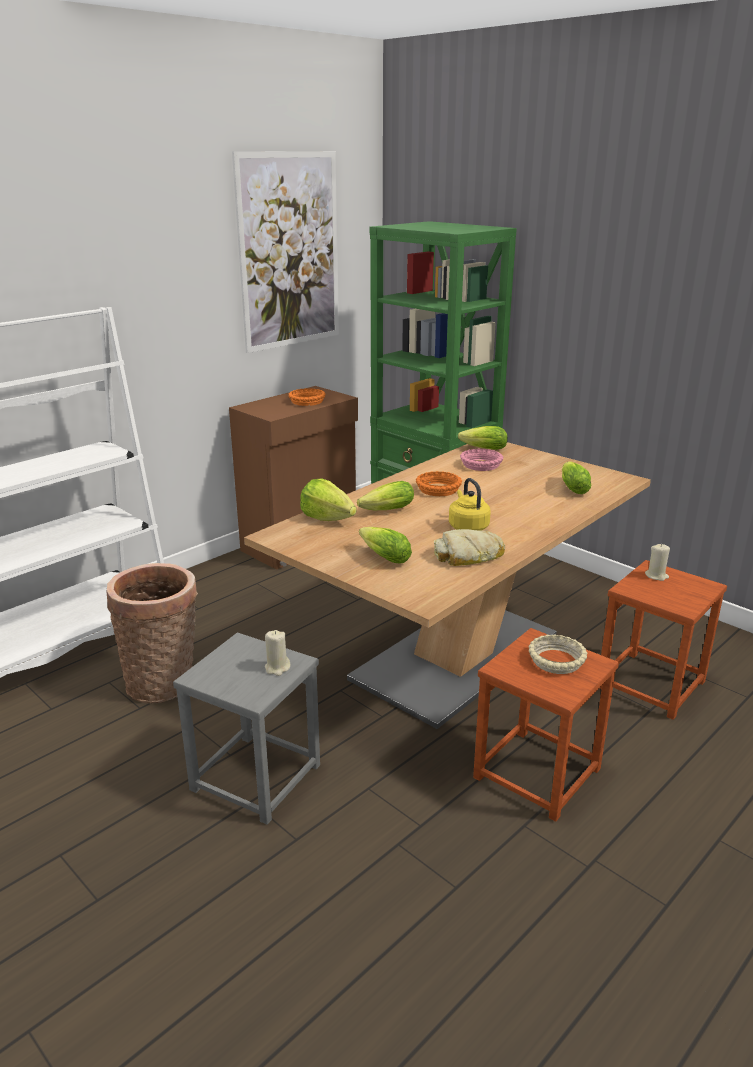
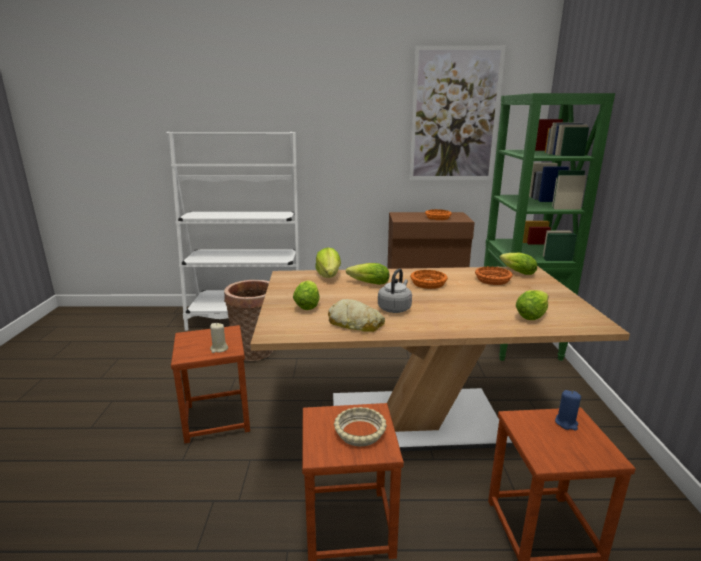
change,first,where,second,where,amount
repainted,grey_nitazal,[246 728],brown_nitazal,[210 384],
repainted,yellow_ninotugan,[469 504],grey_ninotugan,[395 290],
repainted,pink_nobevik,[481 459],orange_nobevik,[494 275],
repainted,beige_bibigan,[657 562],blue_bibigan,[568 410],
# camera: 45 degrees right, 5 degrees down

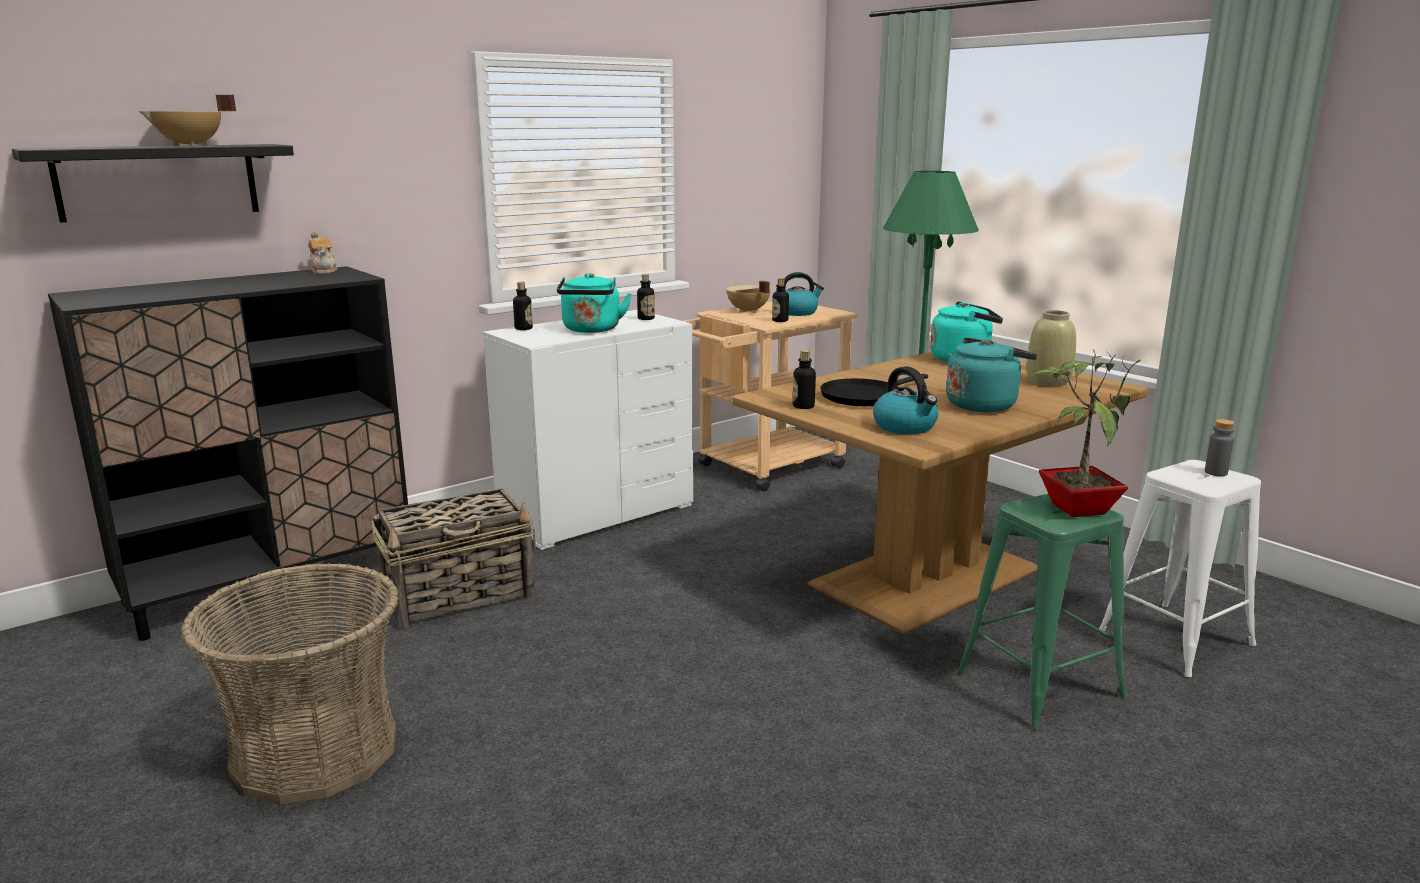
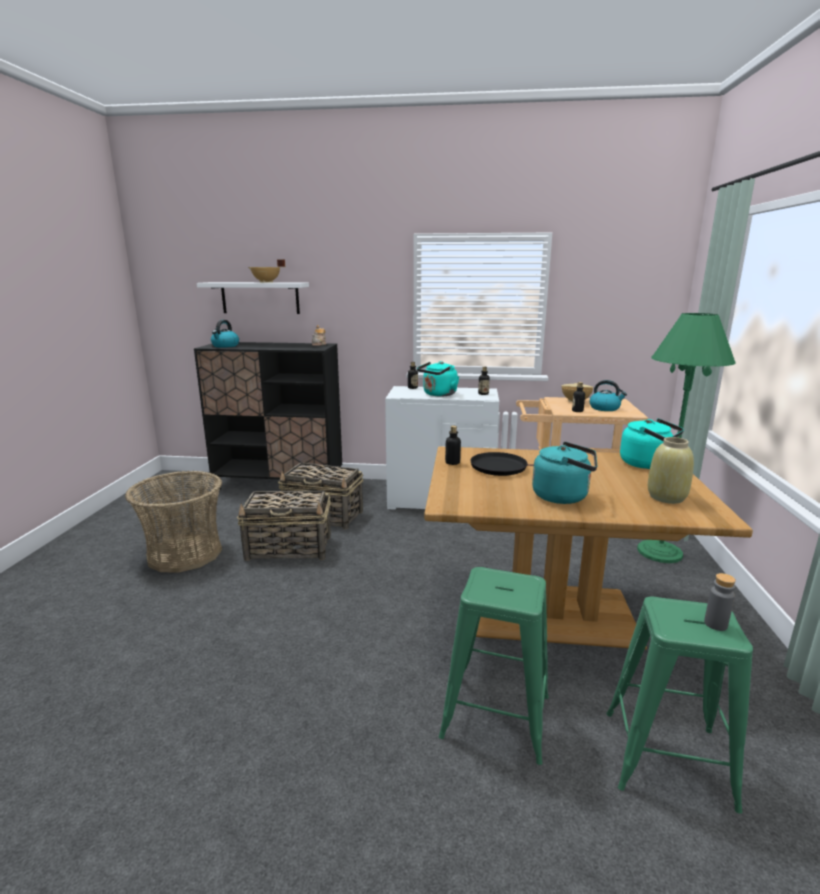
change,first,where,second,where,amount
gone,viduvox,[1085 433],,,
new,,,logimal,[284 526],
shifted,ninotugan,[905 400],,[225 334],
repainted,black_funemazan,[153 183],white_funemazan,[253 298],
repainted,white_nitazal,[1180 568],green_nitazal,[679 705],
# camera: 45 degrees right, 0 degrees up

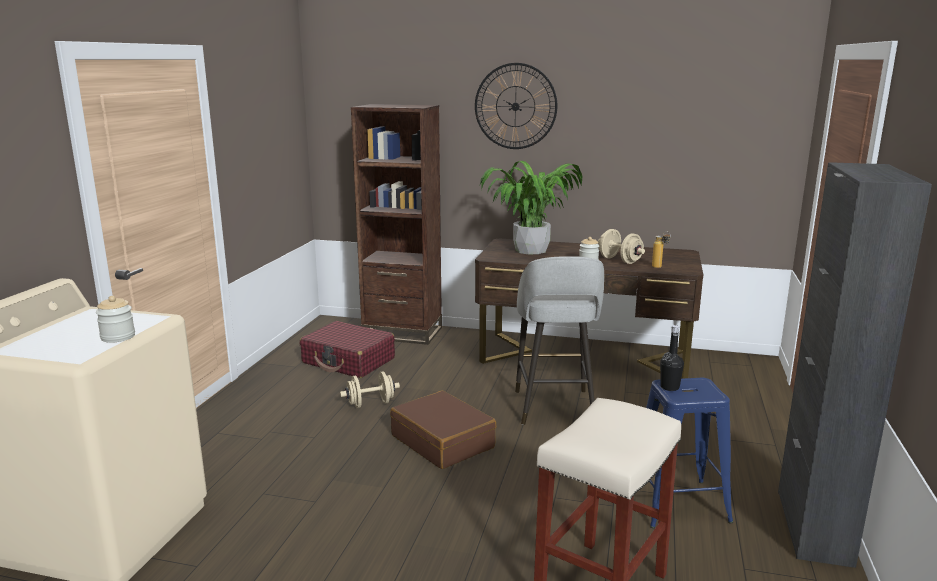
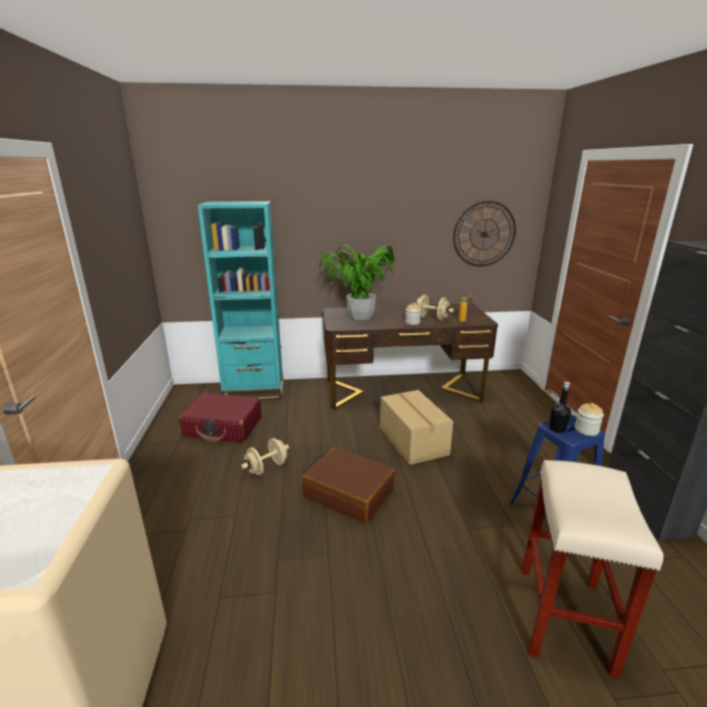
change,first,where,second,where,amount
shifted,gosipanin,[115 319],,[589 419],
shifted,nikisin,[516 106],,[484 234],
swapped,grey_nitazal,[559 340],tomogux,[416 427],
repainted,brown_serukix,[396 224],turquoise_serukix,[240 300],
# camera: 20 degrees left, 5 degrees up

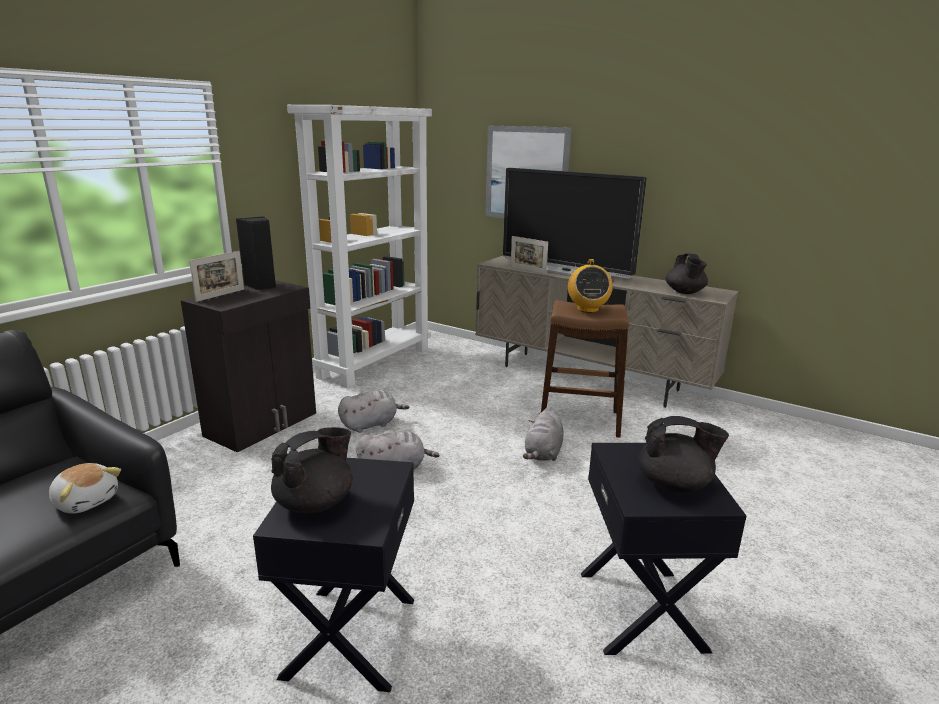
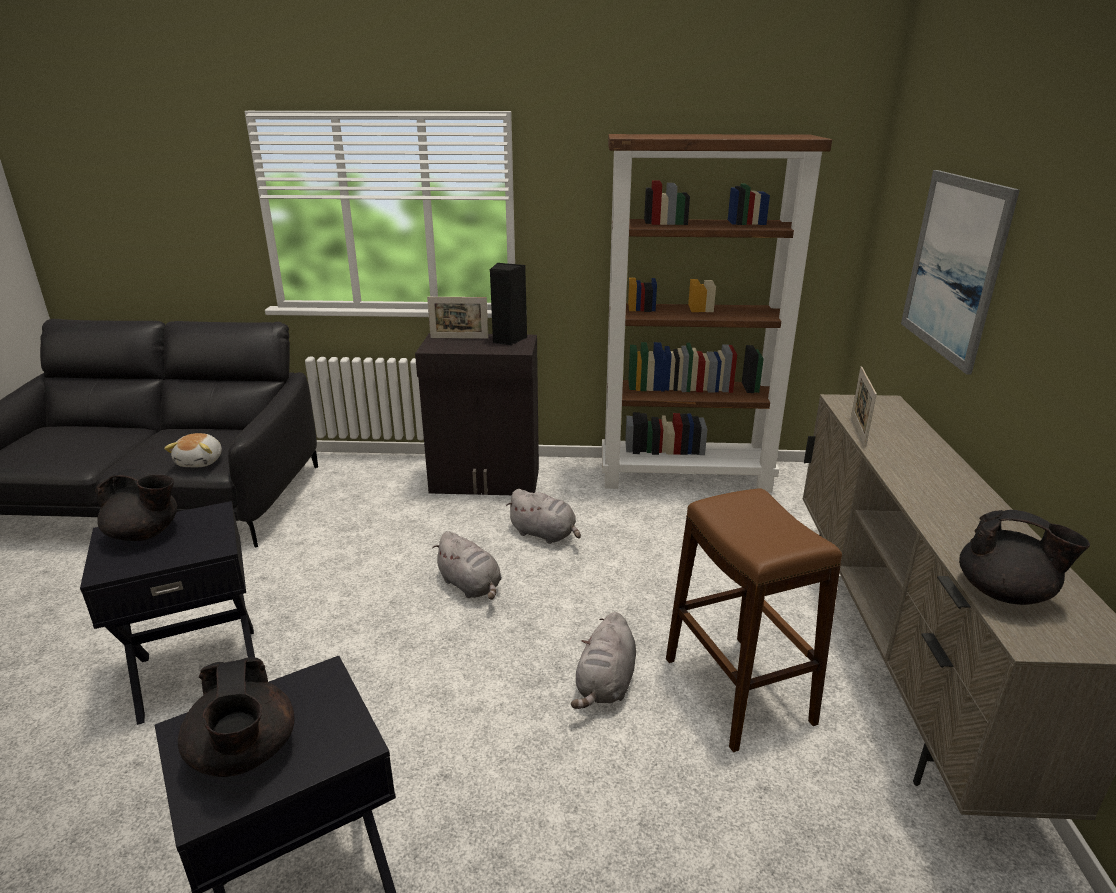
change,first,where,second,where,amount
gone,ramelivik,[575 223],,,
gone,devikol,[590 286],,,
repainted,white_serukix,[359 246],brown_serukix,[717 313],
rotated,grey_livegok,[543 433],,[603 660],60 degrees counterclockwise
rotated,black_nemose,[687 274],,[1024 557],120 degrees counterclockwise
# camera: 60 degrees right, 5 degrees up

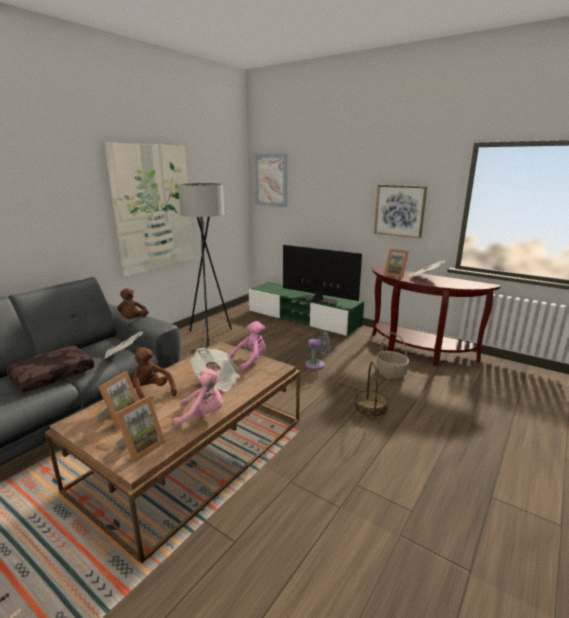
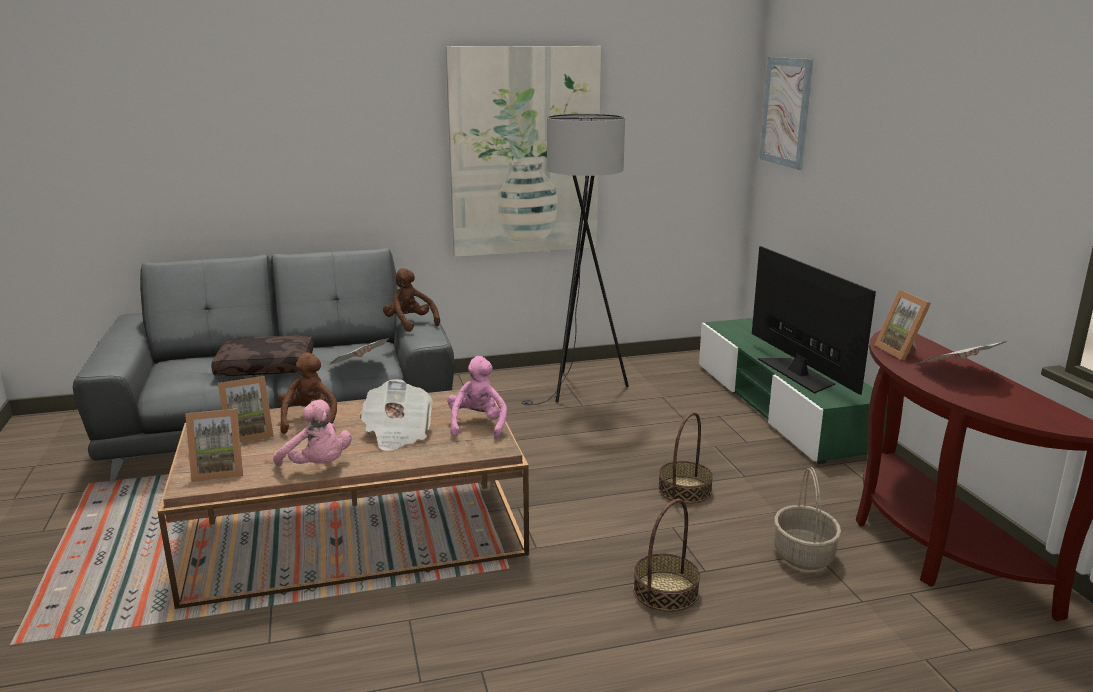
change,first,where,second,where,amount
gone,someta,[400 211],,,
swapped,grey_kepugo,[317 350],logimal,[685 458],
rotated,brown_livegok,[133 304],,[411 300],105 degrees clockwise
rotated,pink_livegok,[247 346],,[477 397],90 degrees counterclockwise
# camera: 40 degrees right, 0 degrees up

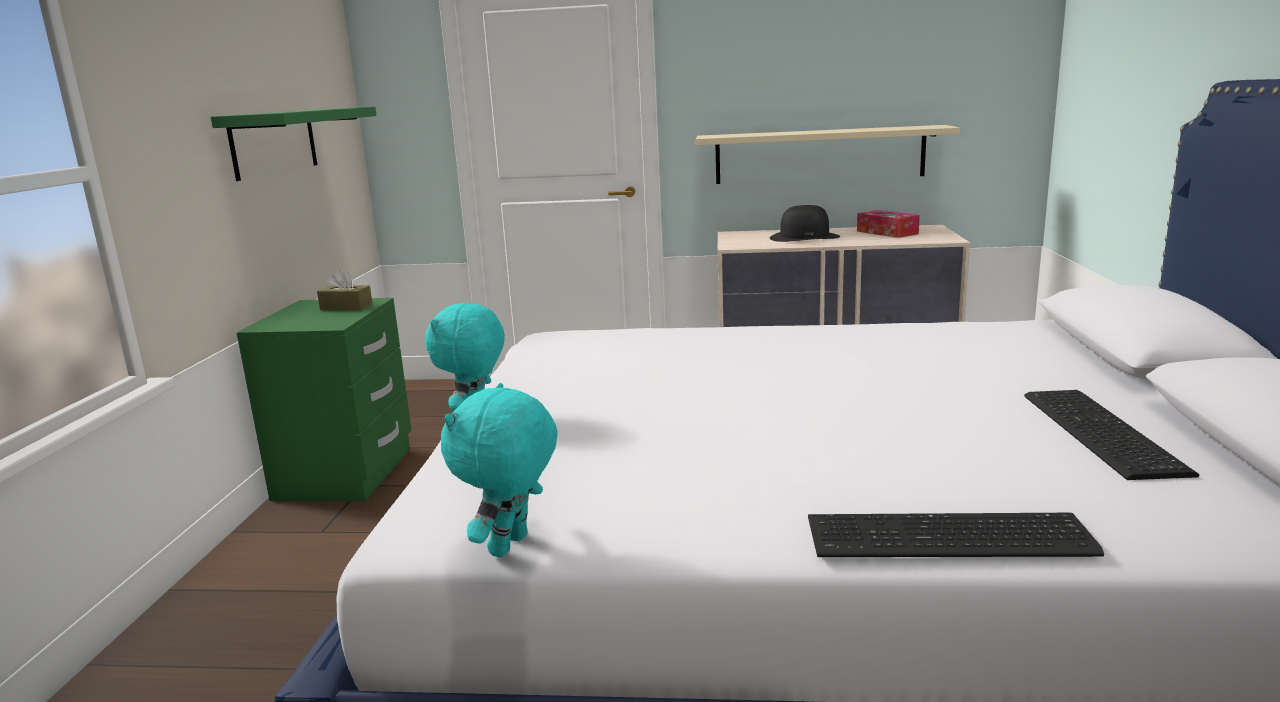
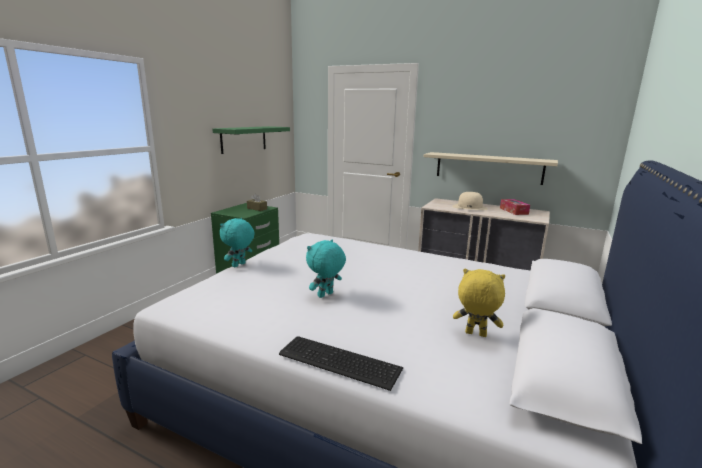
change,first,where,second,where,amount
shifted,turquoise_livegok,[499 470],,[326 269],
swapped,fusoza,[1111 435],yellow_livegok,[479 303],
repainted,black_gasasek,[805 223],beige_gasasek,[470 201],
# camera: 20 degrees right, 0 degrees up

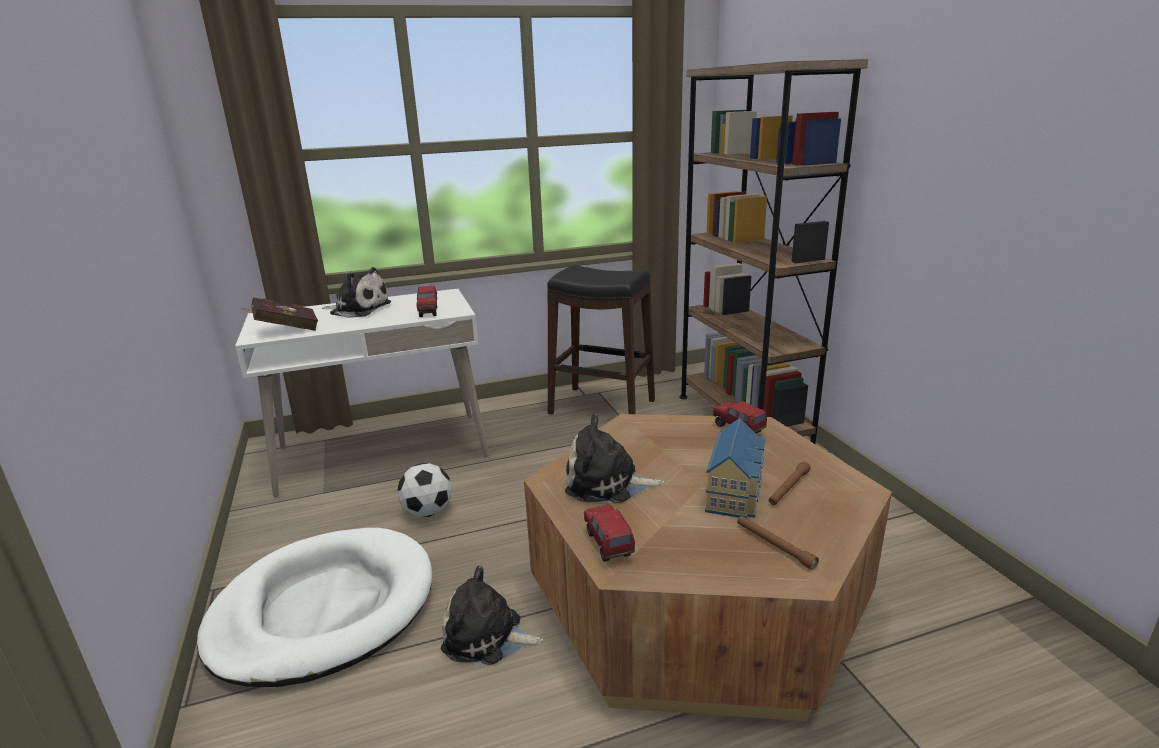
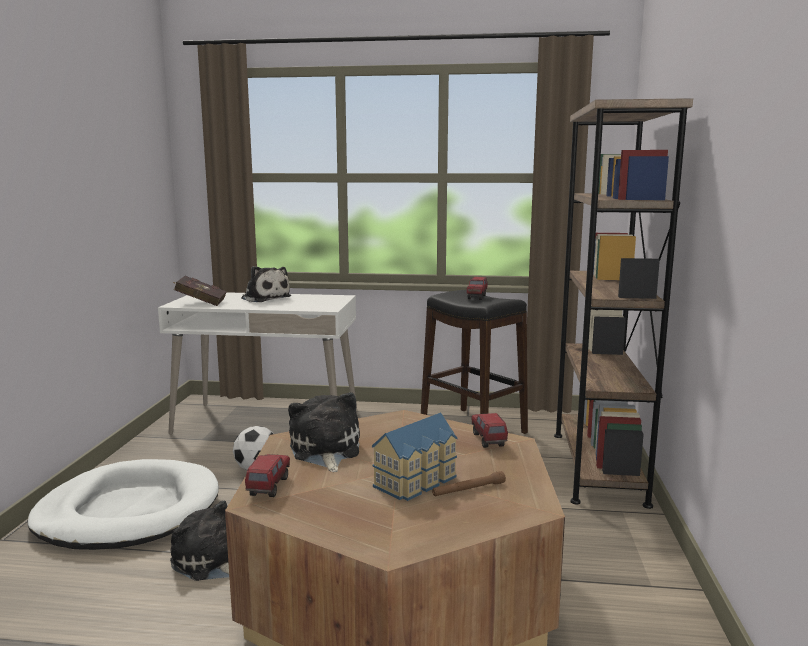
change,first,where,second,where,amount
gone,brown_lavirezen,[778 543],,,
shifted,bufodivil,[426 301],,[477 288],
rotated,livegok,[615 458],,[324 432],45 degrees clockwise
# camera: 25 degrees right, 10 degrees down

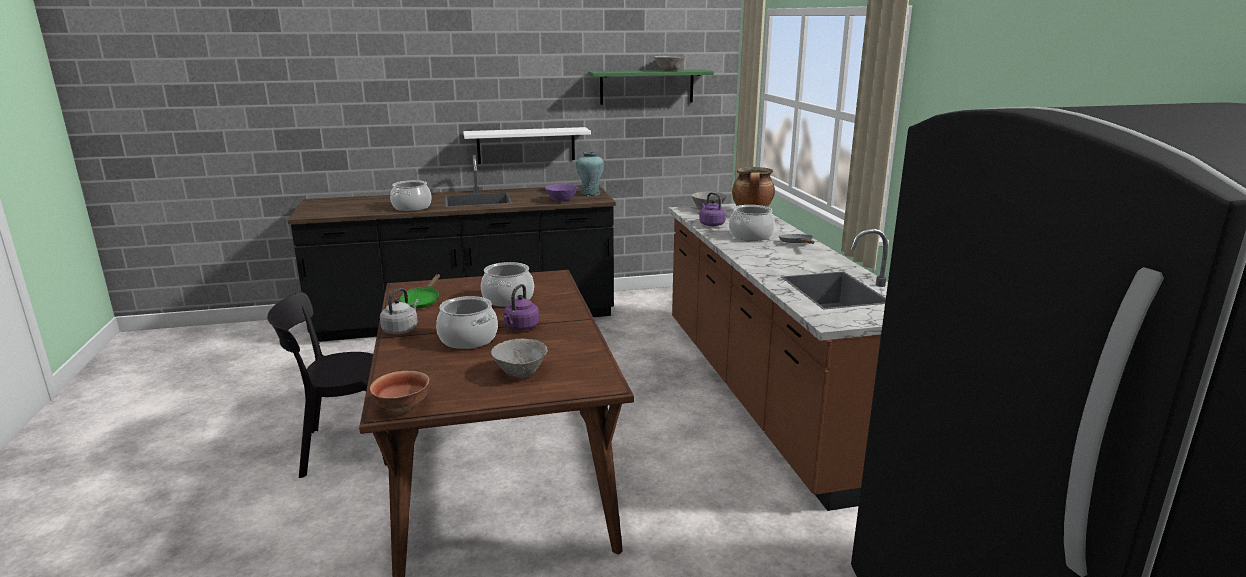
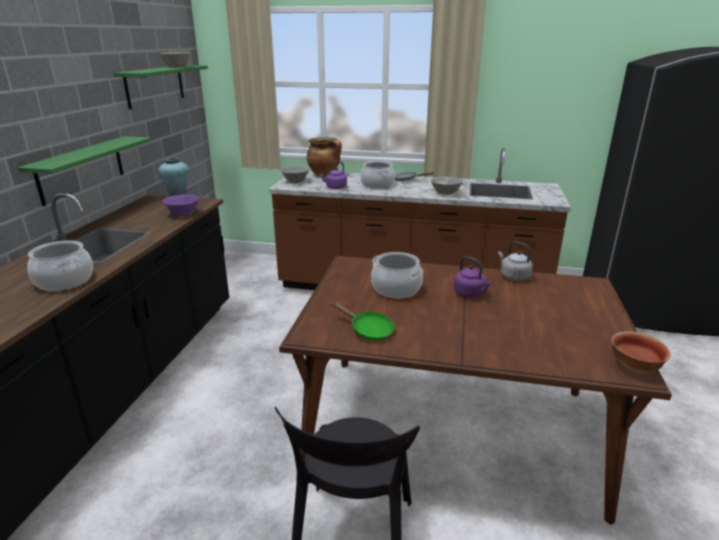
change,first,where,second,where,amount
gone,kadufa,[467 322],,,
shifted,grey_ninotugan,[399 311],,[515 261],
shifted,grey_nobevik,[519 358],,[447 186],
repainted,white_funemazan,[527 145],green_funemazan,[84 171],
# camera: 65 degrees left, 5 degrees up

